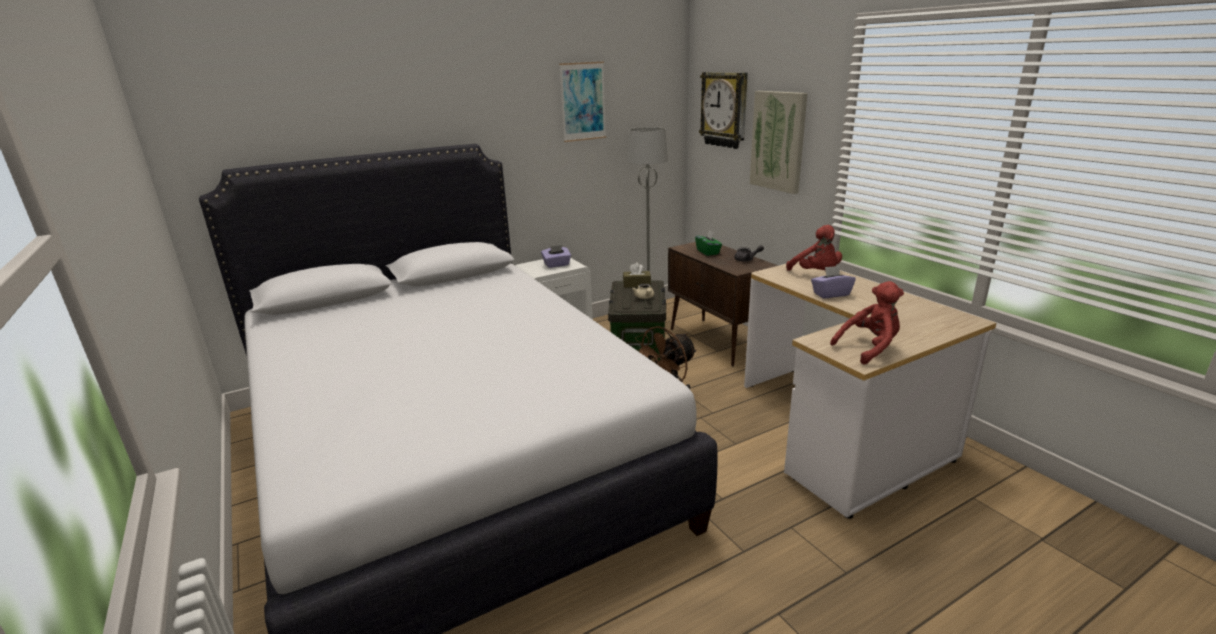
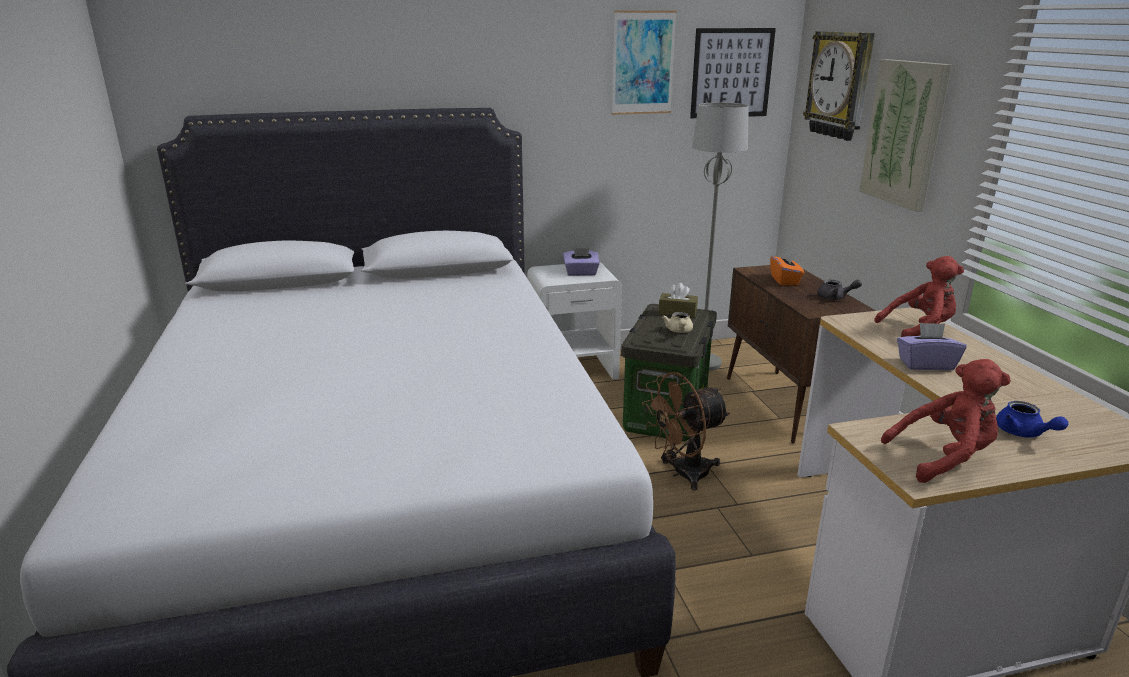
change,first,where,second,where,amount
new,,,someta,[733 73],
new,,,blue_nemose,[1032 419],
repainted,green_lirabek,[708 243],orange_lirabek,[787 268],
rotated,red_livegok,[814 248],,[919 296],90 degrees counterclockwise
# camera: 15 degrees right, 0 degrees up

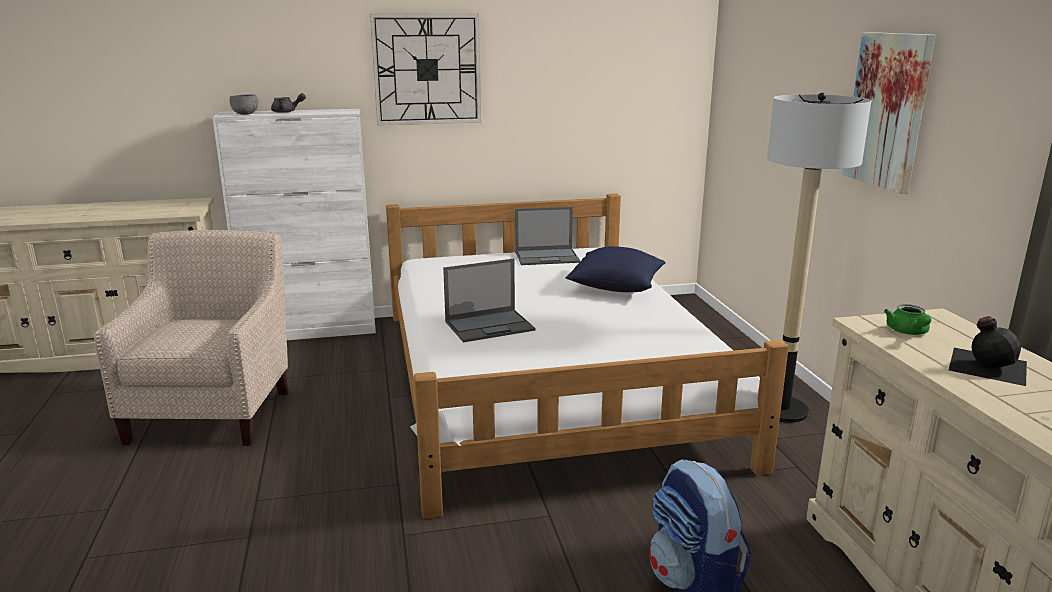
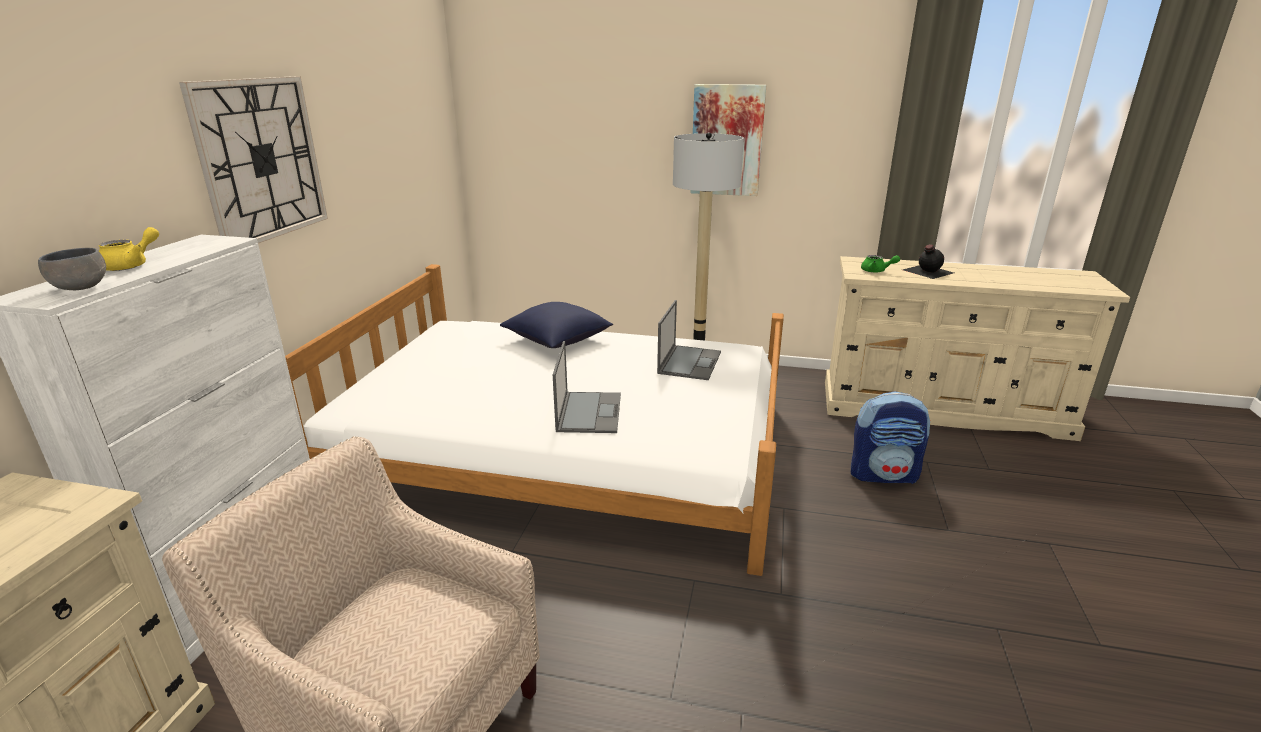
change,first,where,second,where,amount
shifted,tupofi,[547 236],,[689 340],
repainted,grey_nemose,[288 103],yellow_nemose,[129 249],
# camera: 65 degrees left, 5 degrees up

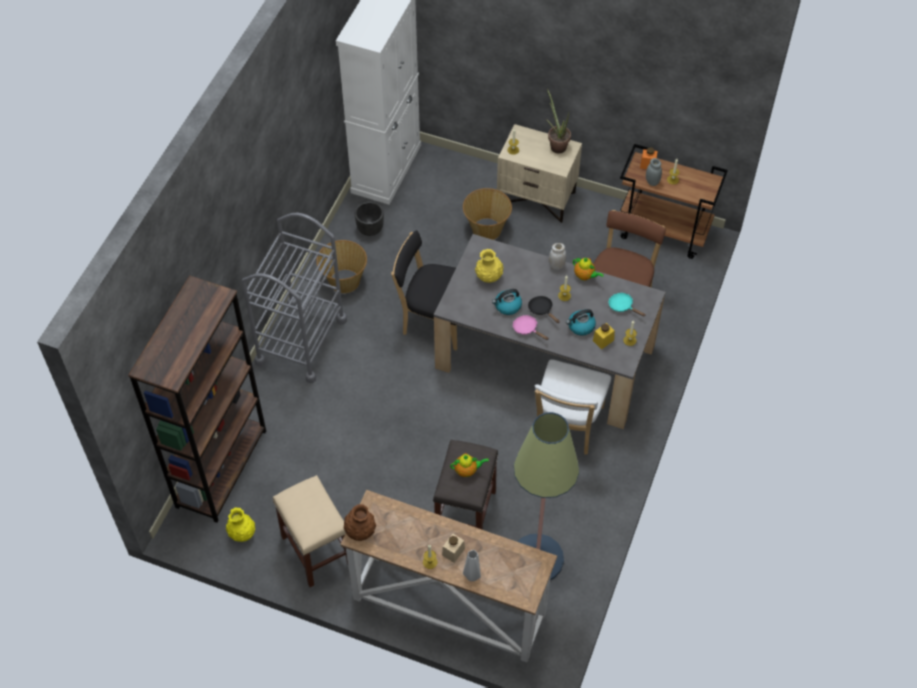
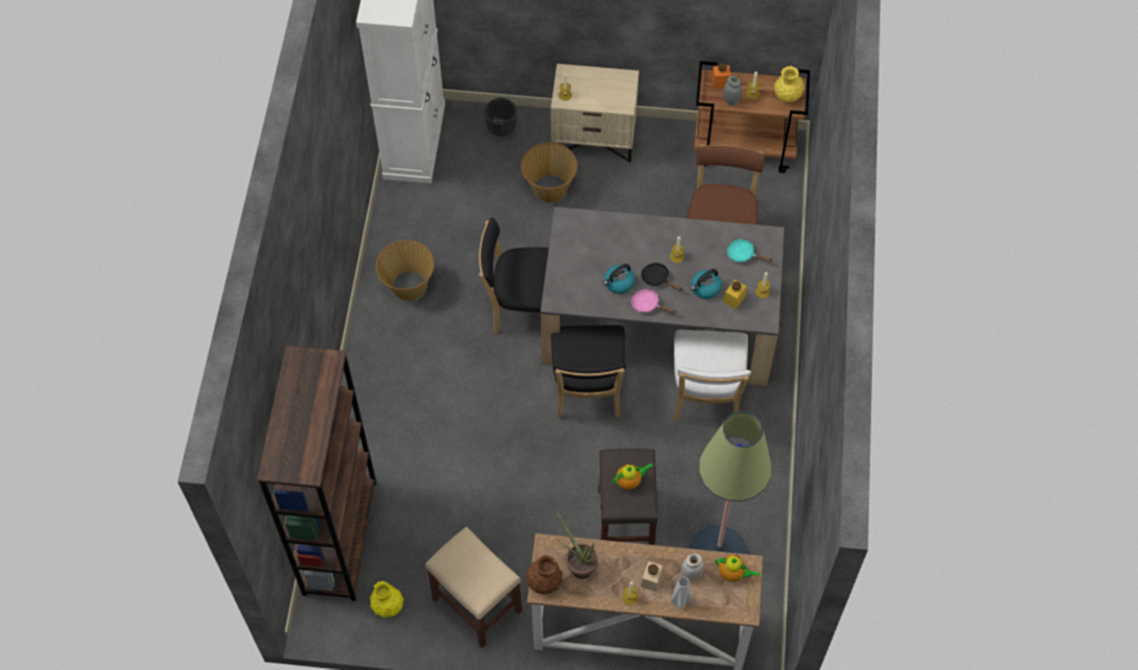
change,first,where,second,where,amount
gone,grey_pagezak,[294 298],,,
new,,,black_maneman,[589 371],
shifted,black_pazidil,[369 219],,[500 117],
shifted,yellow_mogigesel,[489 266],,[789 84],
shifted,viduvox,[558 121],,[576 544],
shifted,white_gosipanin,[557 256],,[692 567],
shifted,nemose,[588 269],,[737 568],
# camera: 15 degrees left, 5 degrees up

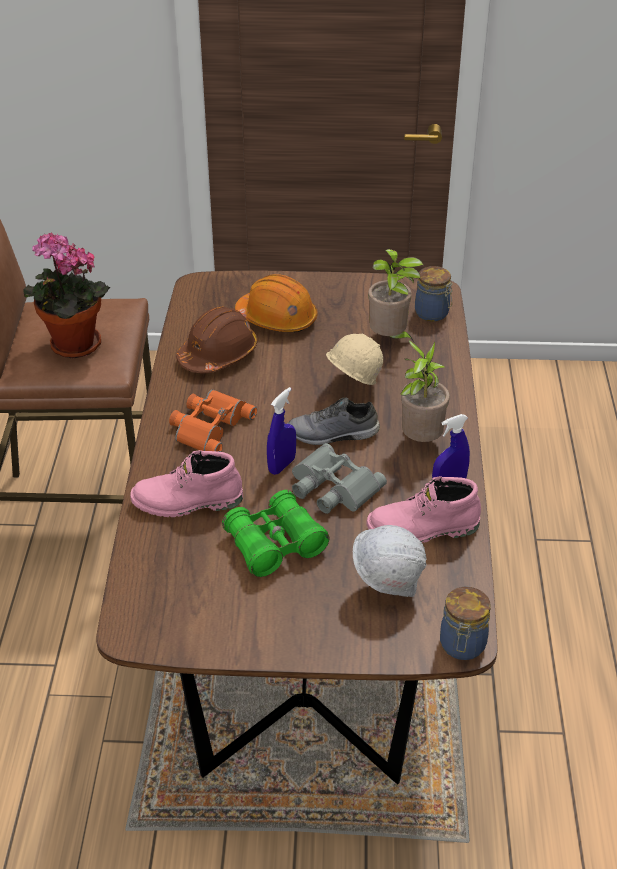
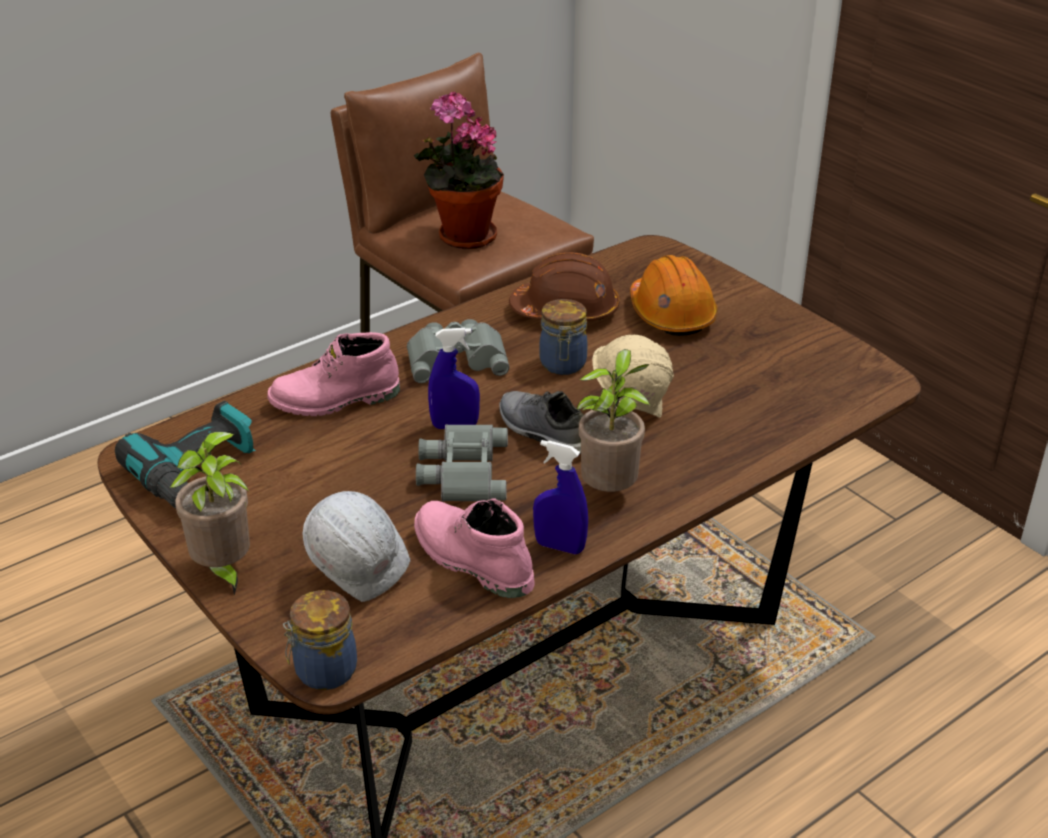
change,first,where,second,where,amount
gone,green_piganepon,[276 533],,,
new,,,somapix,[185 454],
shifted,viduvox,[395 295],,[210 513],
shifted,gosipanin,[434 294],,[563 337],
repainted,orange_piganepon,[213 421],grey_piganepon,[458 351],
rotated,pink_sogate,[186 483],,[333 374],60 degrees counterclockwise
# camera: 50 degrees right, 5 degrees down

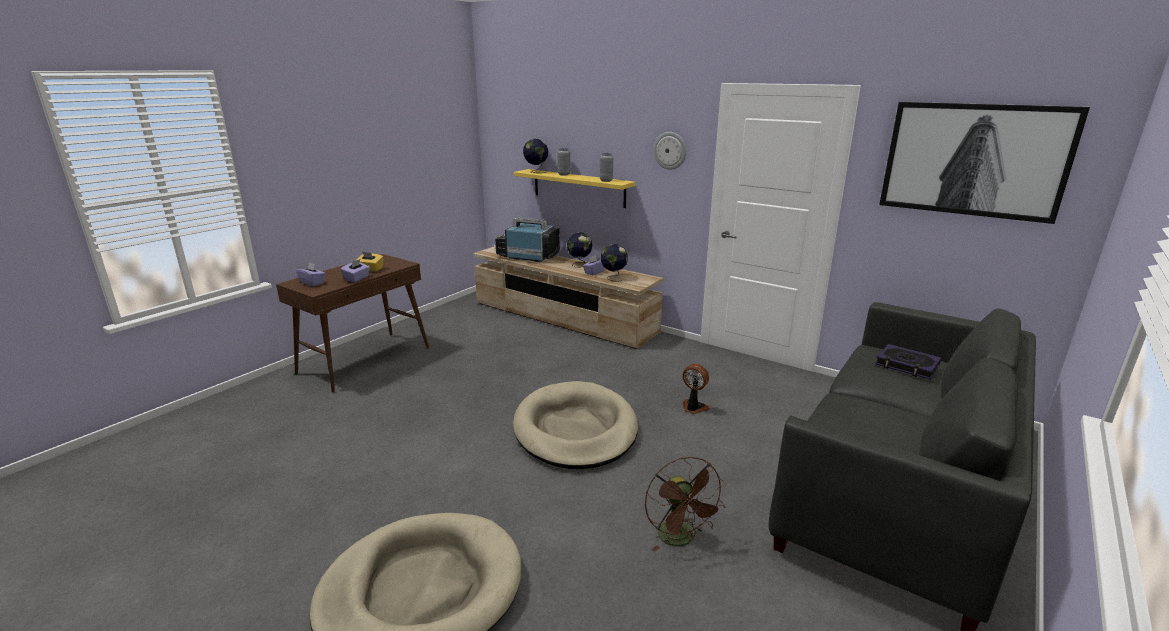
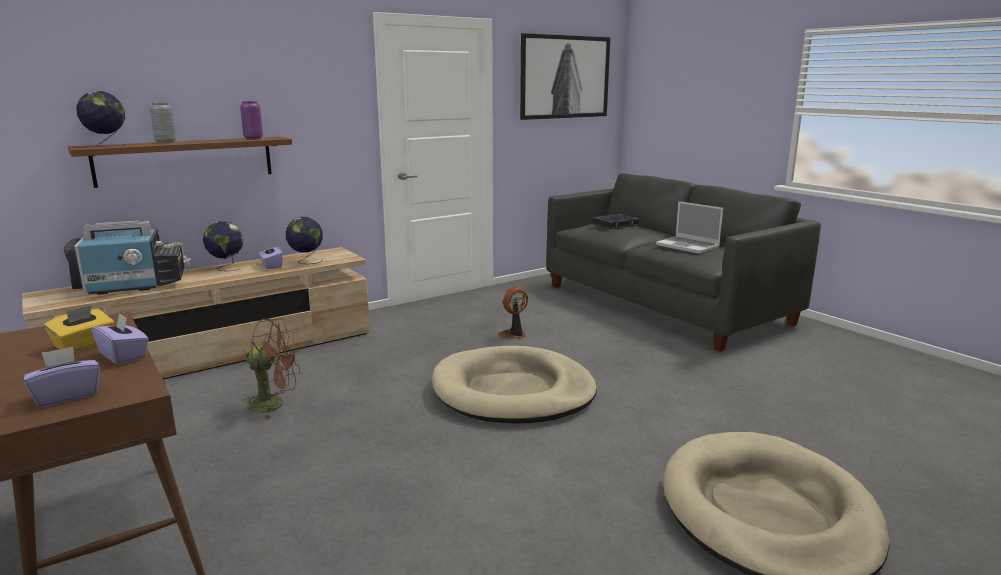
change,first,where,second,where,amount
gone,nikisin,[670 151],,,
new,,,tupofi,[689 227],
shifted,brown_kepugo,[685 504],,[271 369],
repainted,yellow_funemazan,[574 188],brown_funemazan,[180 162],
repainted,grey_mogigesel,[607 167],purple_mogigesel,[251 120],
rotated,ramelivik,[527 240],,[127 258],150 degrees counterclockwise
# camera: 70 degrees left, 5 degrees down

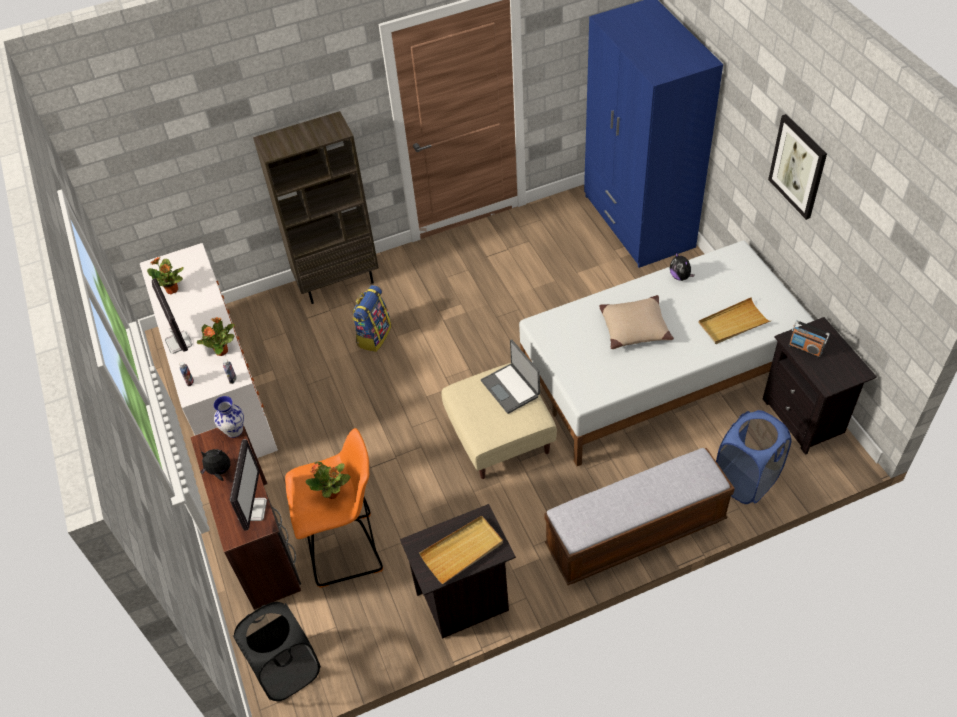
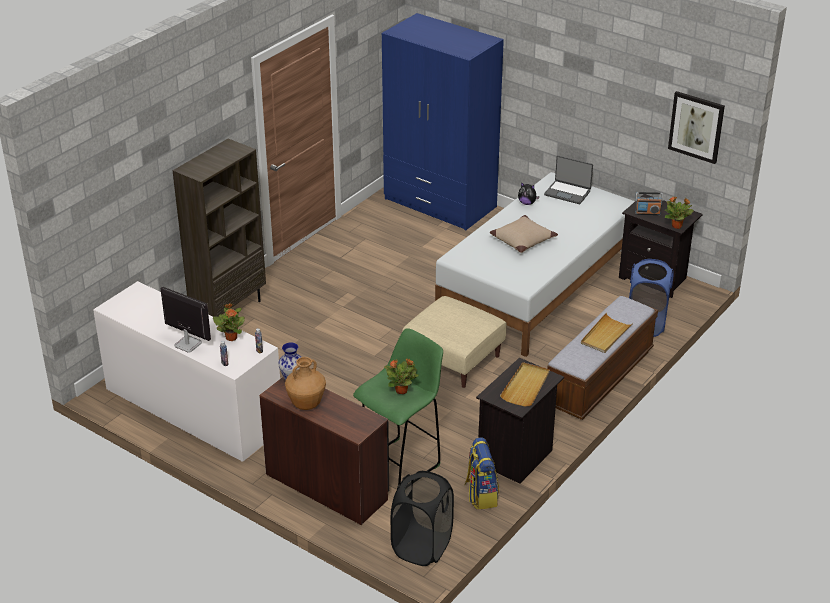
change,first,where,second,where,amount
gone,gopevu,[248 485],,,
shifted,viduvox,[165 275],,[679 212],
shifted,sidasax,[371 318],,[482 473],
shifted,tupofi,[510 376],,[568 180],
shifted,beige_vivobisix,[735 320],,[607 333],
shifted,someta,[797 167],,[696 127],
swapped,livegok,[215 465],brown_mogigesel,[305 383],
repainted,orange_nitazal,[334 508],green_nitazal,[398 406],
# camera: 35 degrees left, 15 degrees down

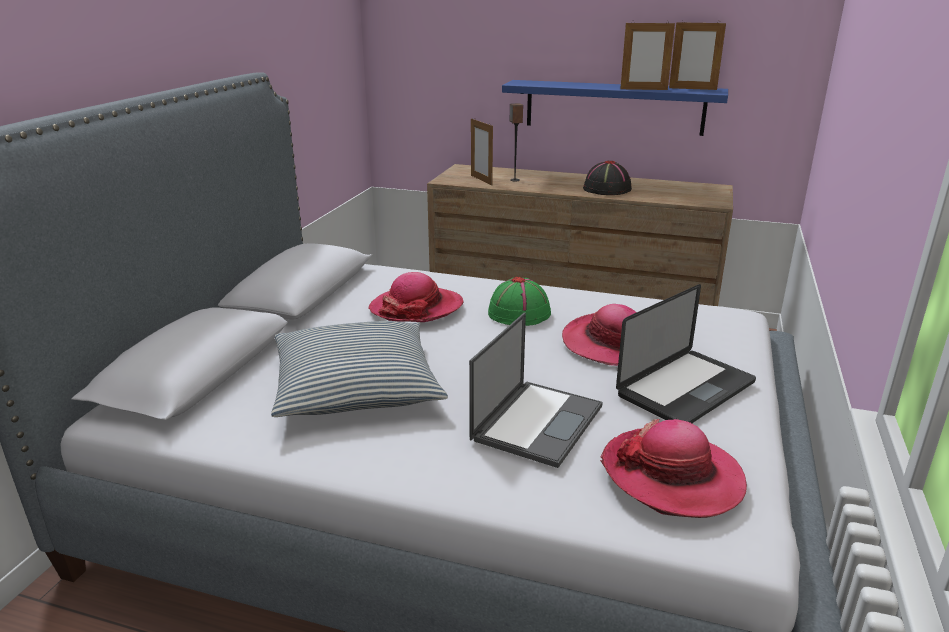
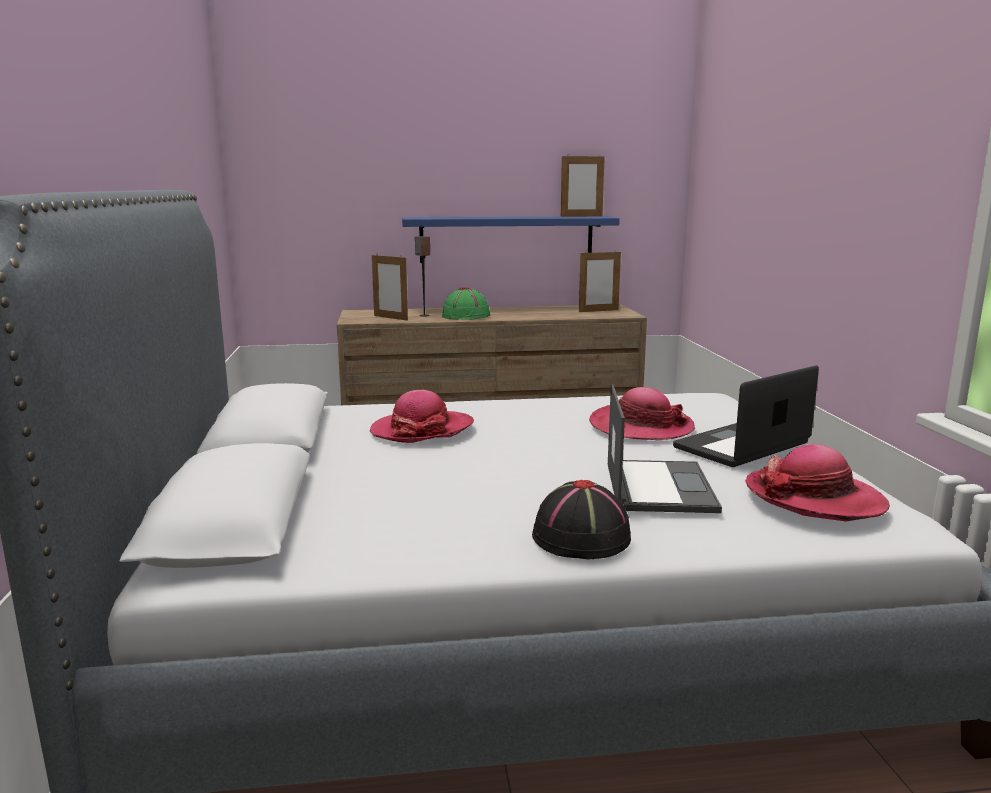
change,first,where,second,where,amount
gone,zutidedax,[359 369],,,
shifted,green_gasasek,[519 301],,[466 303],
shifted,black_gasasek,[607 178],,[581 519],
shifted,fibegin,[647 55],,[600 281],
rotated,tupofi,[686 353],,[746 416],150 degrees counterclockwise
# camera: 25 degrees left, 10 degrees down

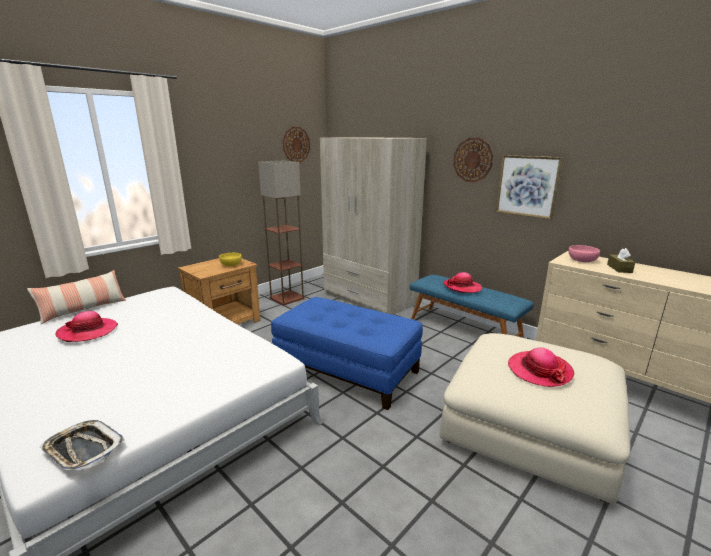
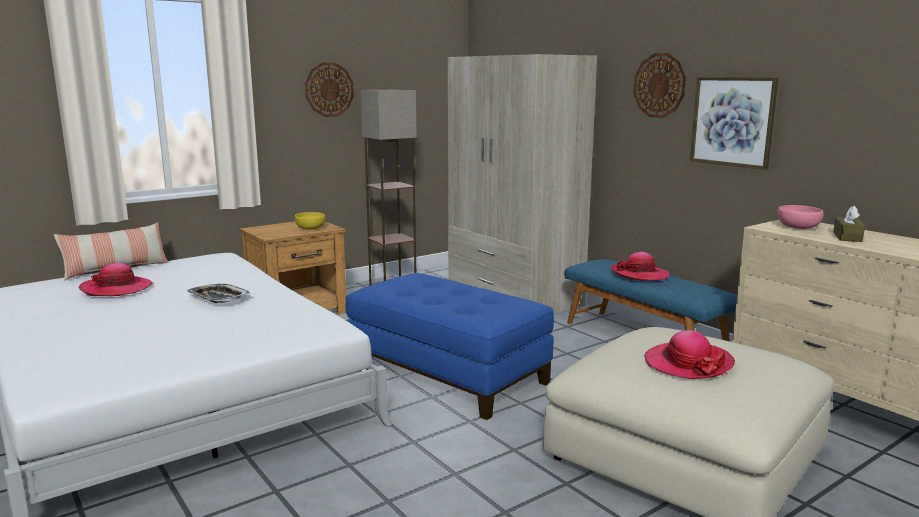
change,first,where,second,where,amount
shifted,vivobisix,[82 445],,[218 293],
shifted,nikisin,[296 144],,[329 90],
# camera: 10 degrees right, 5 degrees down

